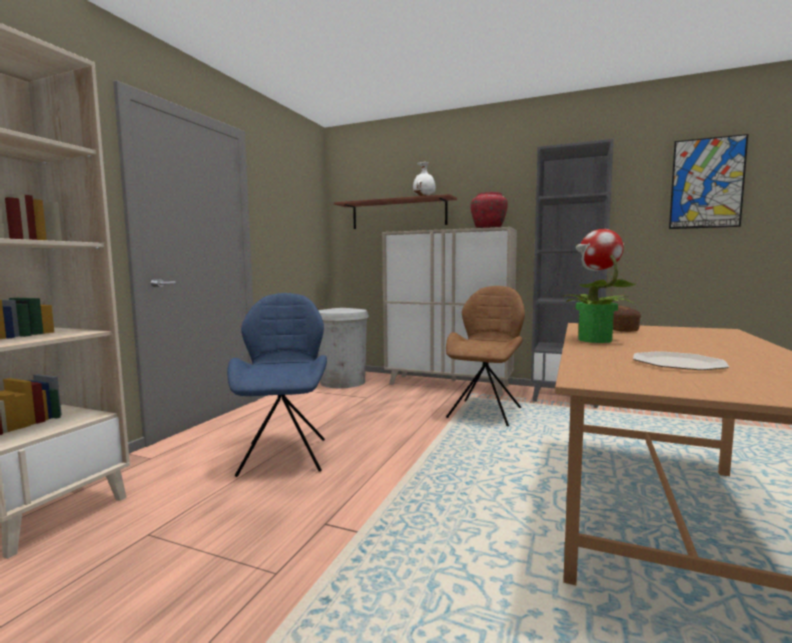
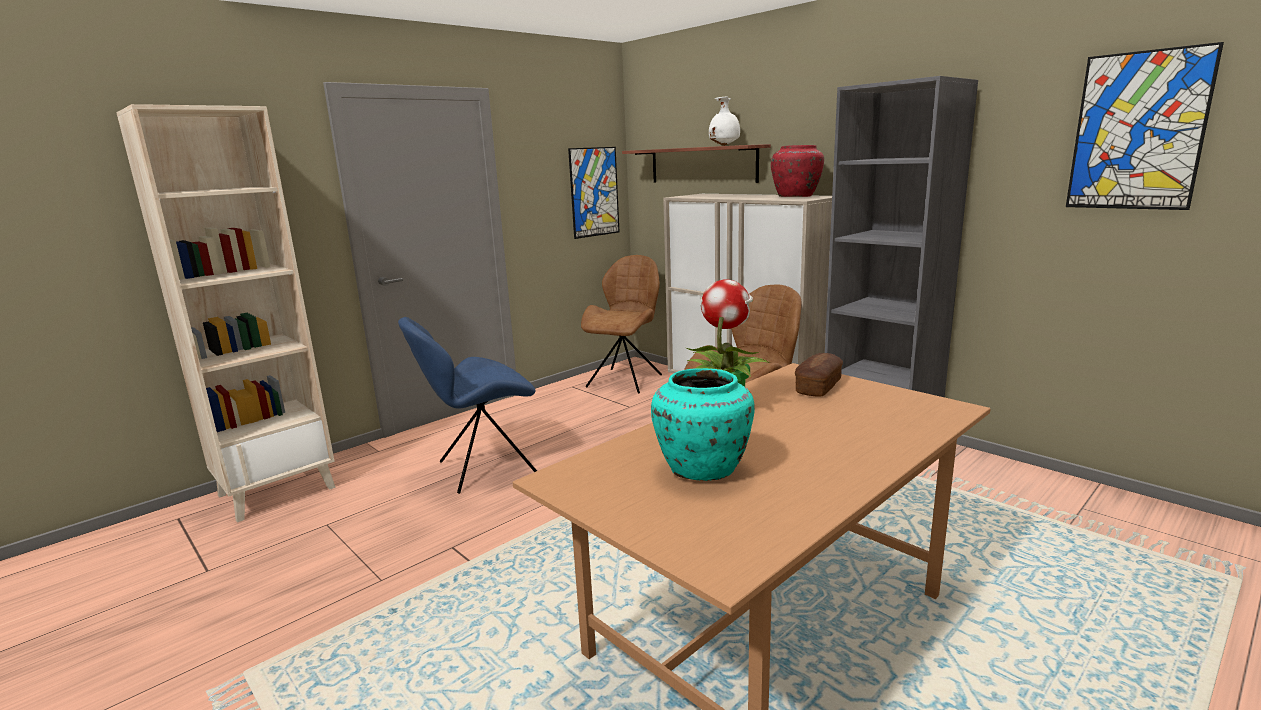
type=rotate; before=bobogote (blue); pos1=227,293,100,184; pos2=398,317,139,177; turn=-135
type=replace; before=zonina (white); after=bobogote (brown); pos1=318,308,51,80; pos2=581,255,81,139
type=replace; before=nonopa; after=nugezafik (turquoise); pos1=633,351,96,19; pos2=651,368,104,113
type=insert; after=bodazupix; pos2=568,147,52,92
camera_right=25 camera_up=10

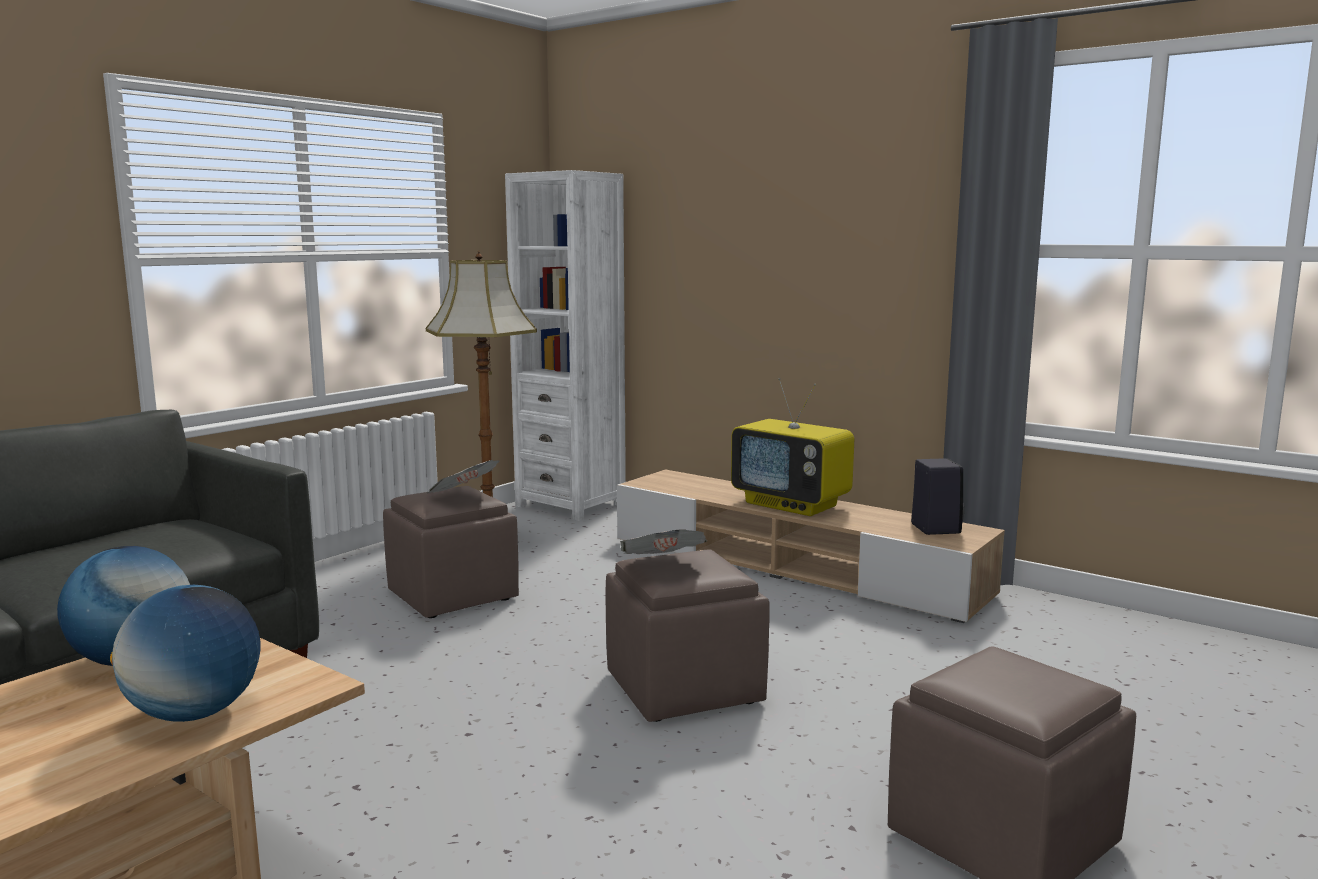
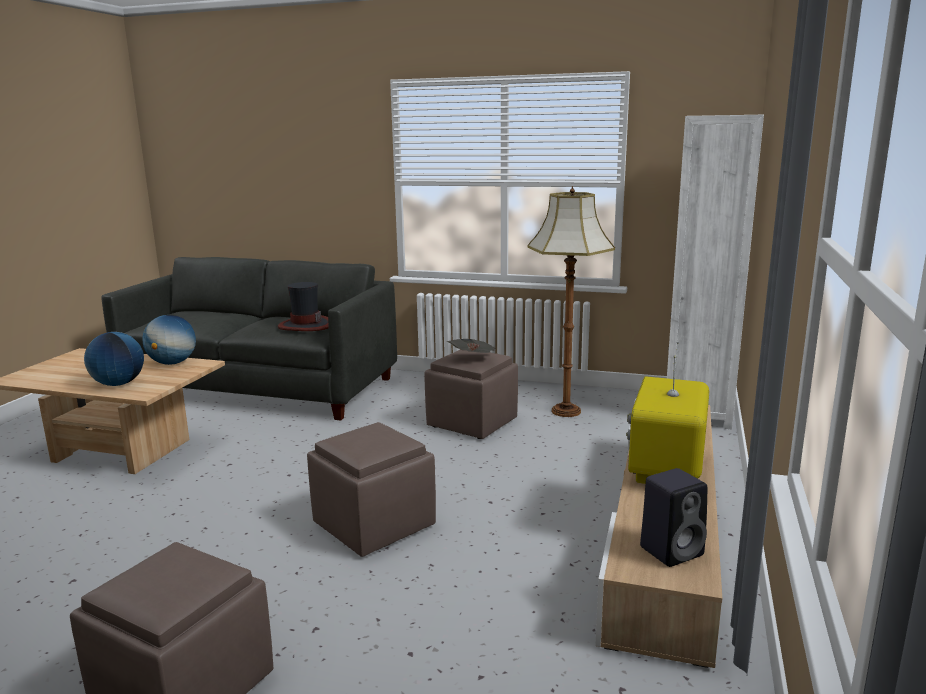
type=delete; before=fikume; pos1=620,529,87,25
type=insert; after=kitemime; pos2=278,282,51,49
camera_right=70 camera_up=5

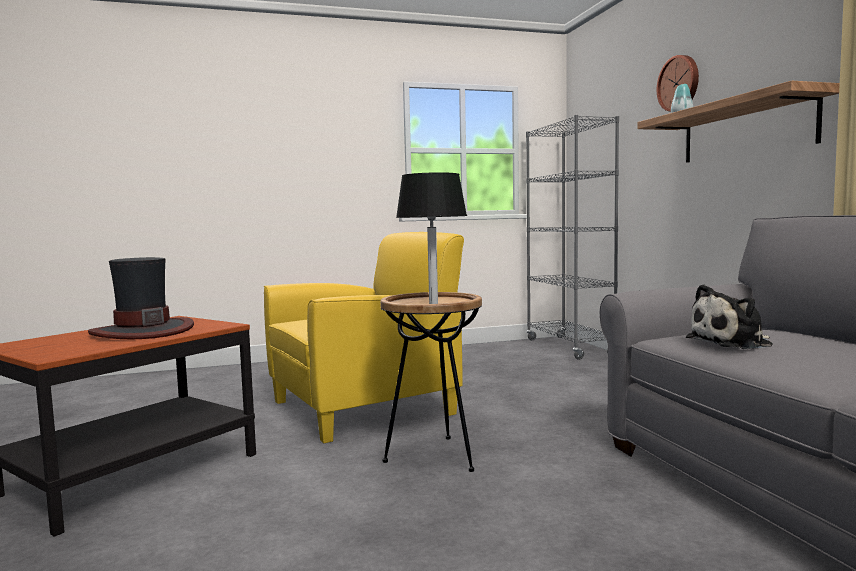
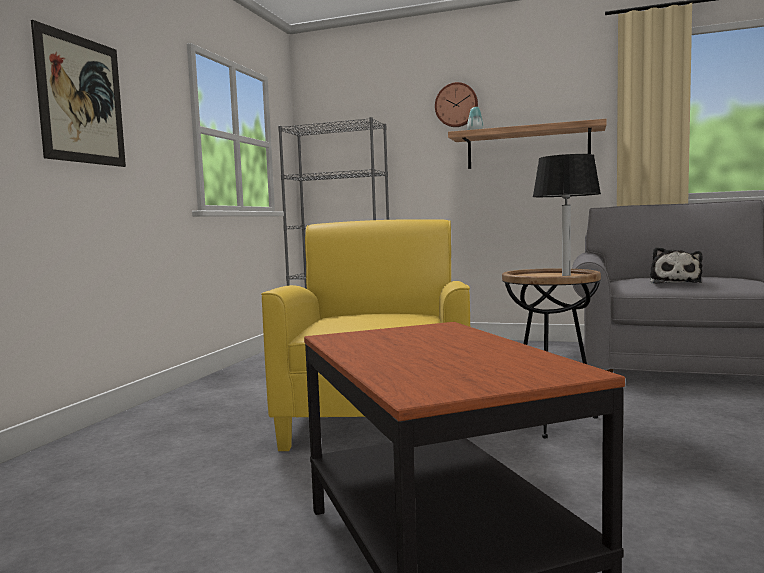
type=delete; before=kitemime; pos1=88,257,106,82
type=insert; after=bodazupix; pos2=31,20,95,147
camera_right=-55 camera_up=0

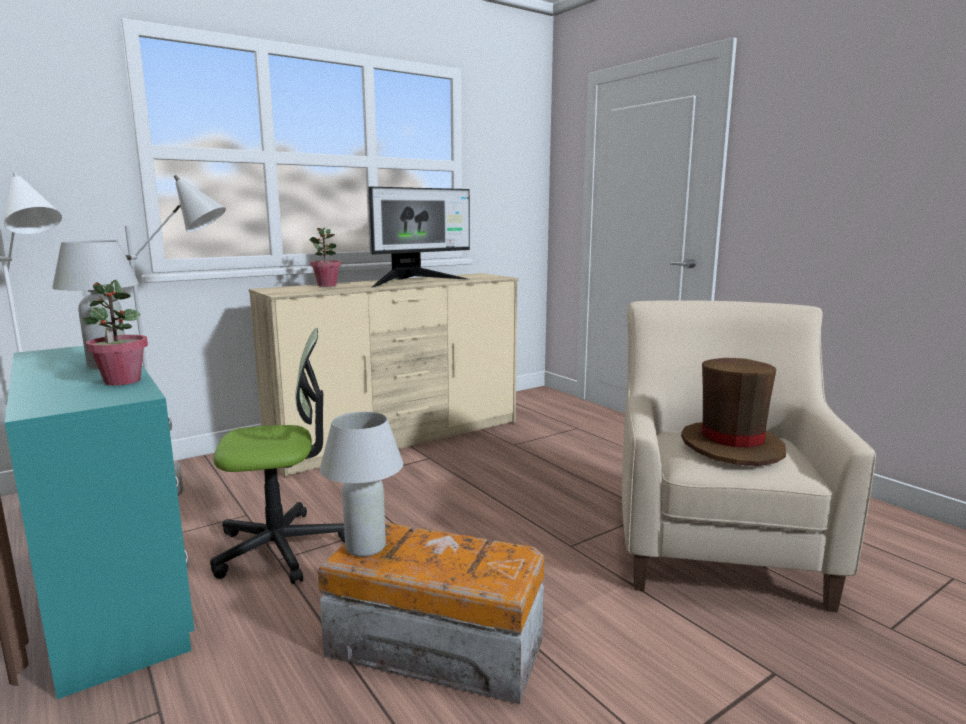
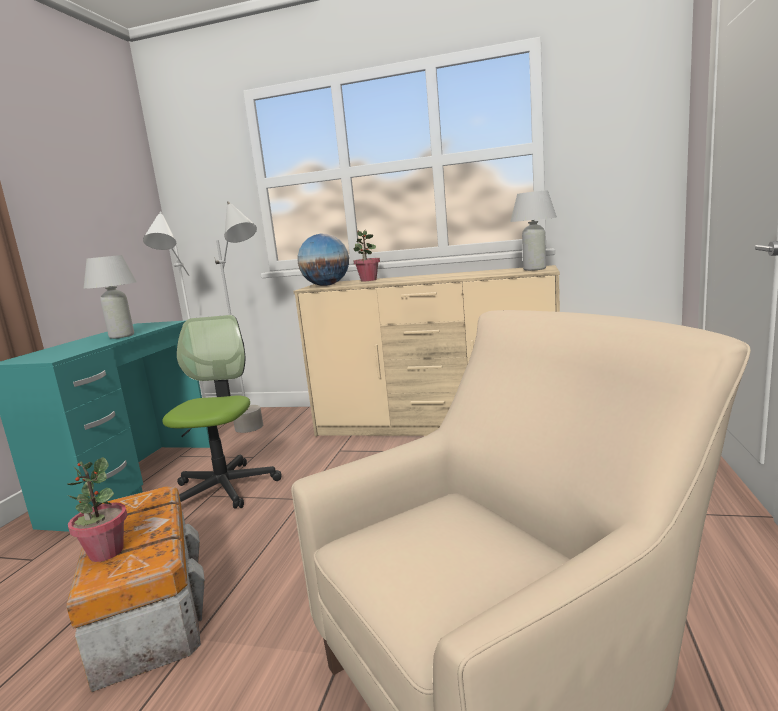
type=delete; before=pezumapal; pos1=368,187,102,101
type=move; before=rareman; pos1=82,280,66,106; pos2=67,457,60,105
type=rotate; before=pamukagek; pos1=210,328,135,256; pos2=162,315,120,194; turn=-120
type=delete; before=kitemime (brown); pos1=681,358,105,108
type=move; before=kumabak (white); pos1=320,412,83,145; pos2=510,191,47,80
type=insert; after=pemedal; pos2=298,234,51,52
camera_right=50 camera_up=0

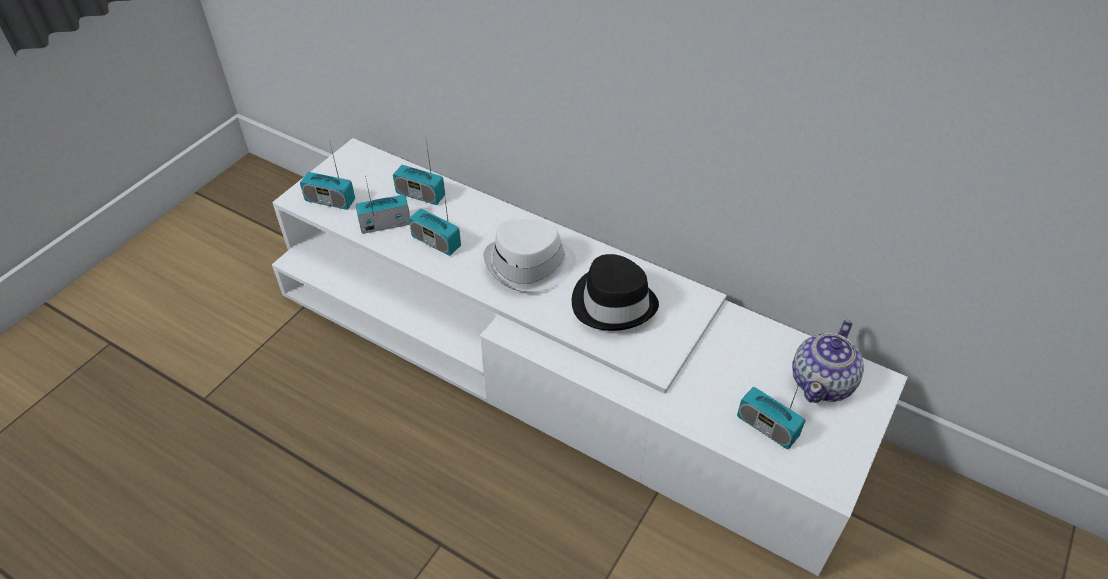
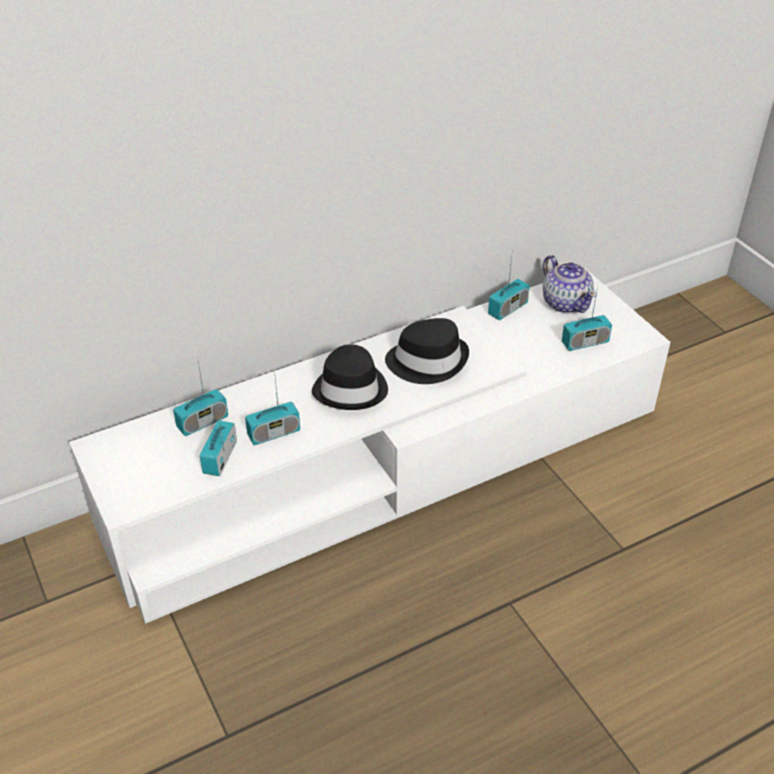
type=move; before=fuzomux; pos1=300,139,55,71; pos2=488,248,42,73
type=recolor; before=kitemime (white); after=kitemime (black); pos1=483,219,93,73; pos2=312,344,76,66
camera_right=-60 camera_up=-5

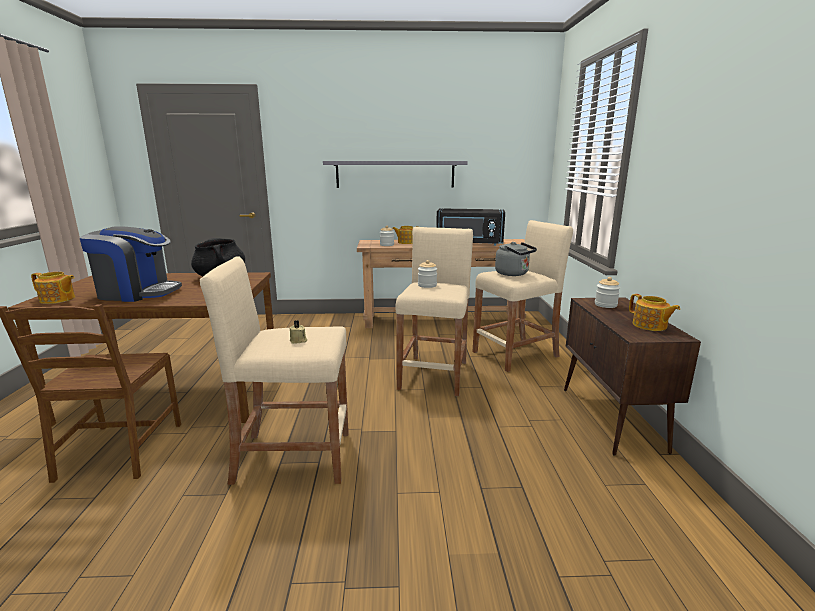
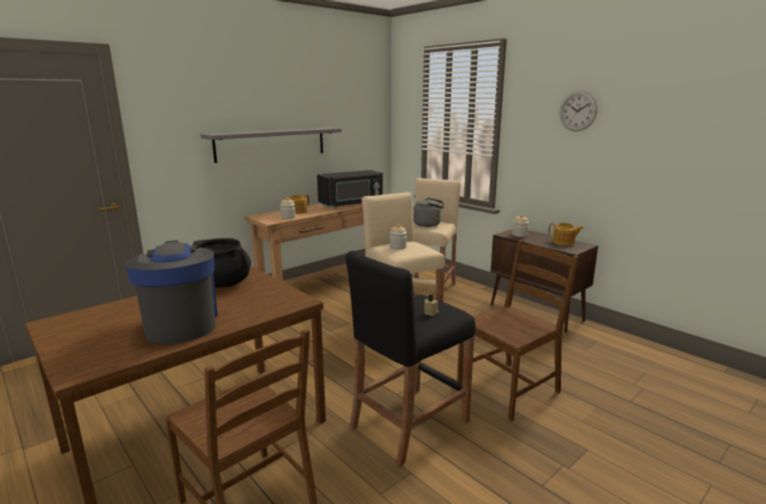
type=rotate; before=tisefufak; pos1=80,226,102,76; pos2=125,240,93,104; turn=-75
type=recolor; before=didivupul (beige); after=didivupul (black); pos1=200,256,149,229; pos2=346,251,129,215
type=delete; before=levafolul; pos1=31,272,44,32
type=insert; after=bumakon; pos2=560,91,37,40
type=insert; after=bobogote (brown); pos2=457,240,122,181
camera_right=-40 camera_up=0

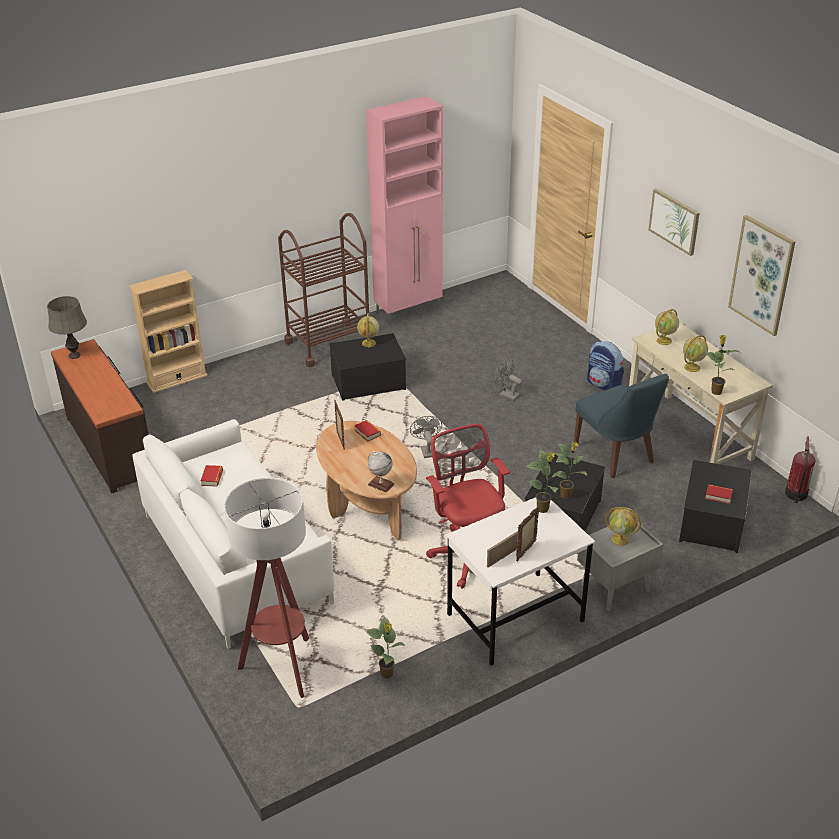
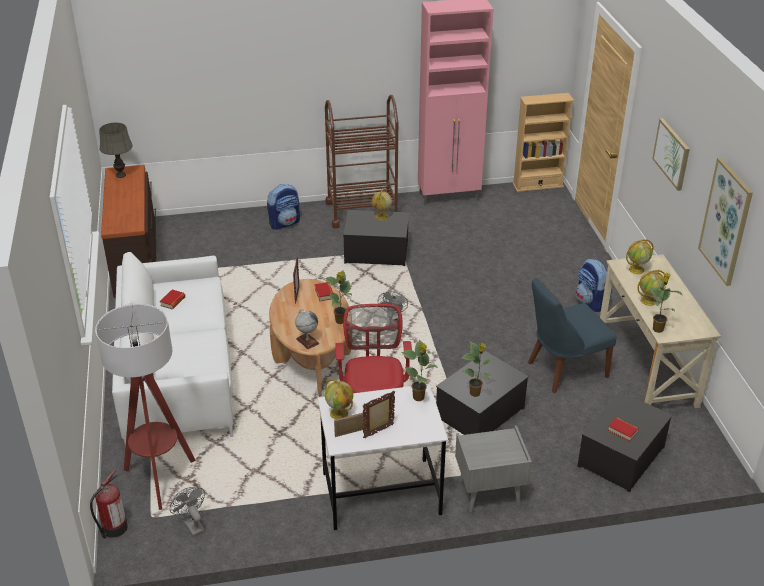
type=move; before=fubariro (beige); pos1=129,270,78,123; pos2=513,93,61,99
type=move; before=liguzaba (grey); pos1=494,360,28,40; pos2=170,487,35,50
type=rotate; before=bobogote (blue); pos1=574,374,95,105; pos2=528,278,89,115; turn=75
type=move; before=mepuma; pos1=785,436,31,67; pos2=90,470,38,69
type=move; before=pemedal; pos1=605,507,36,39; pos2=325,379,28,41
type=move; before=rareman; pos1=365,616,40,63; pos2=325,270,28,54
type=insert; after=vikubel; pos2=267,184,33,46
camera_right=20 camera_up=0

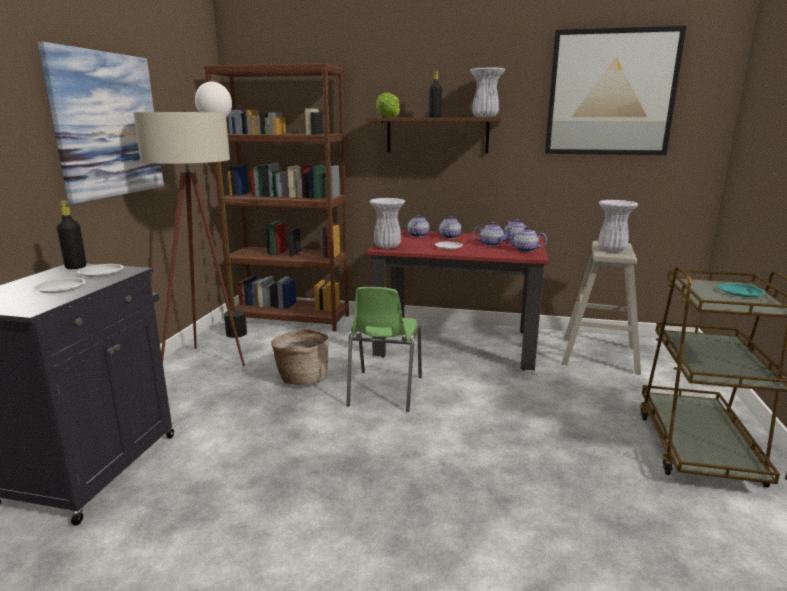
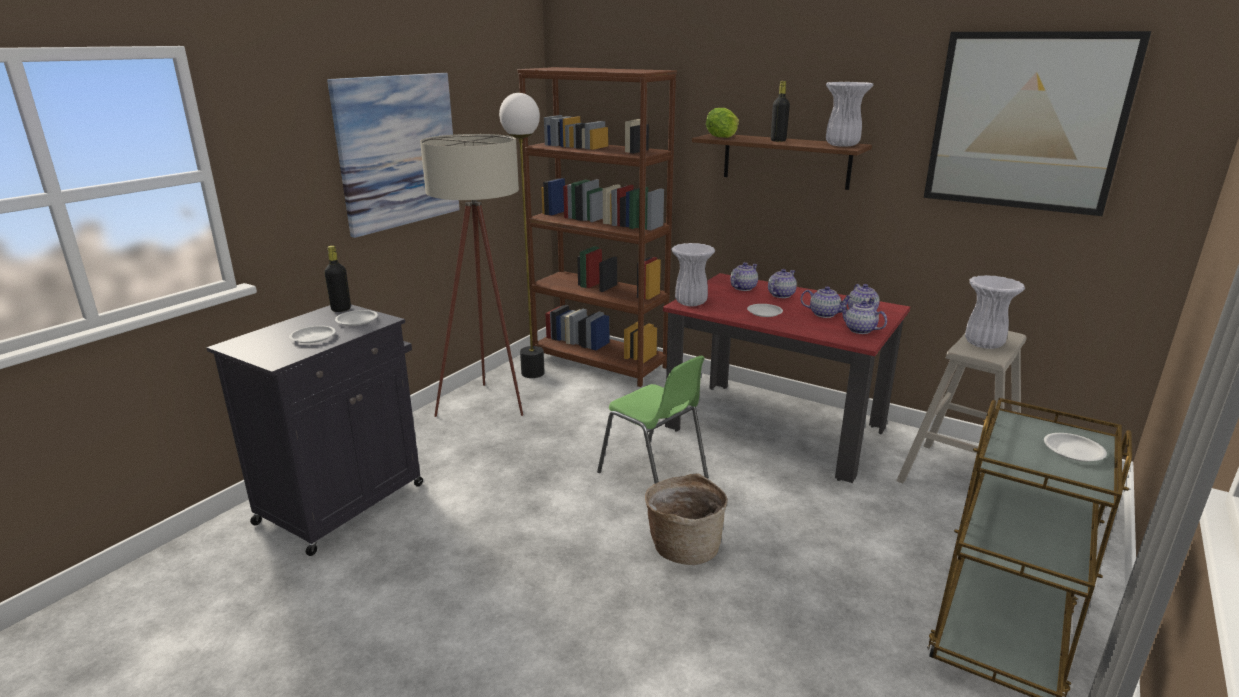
type=recolor; before=nonopa (turquoise); after=nonopa (white); pos1=718,283,47,14; pos2=1044,433,63,29
type=rotate; before=bobogote (green); pos1=346,287,76,125; pos2=597,355,111,128; turn=-75
type=move; before=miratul; pos1=271,328,58,57; pos2=645,473,83,92
camera_right=20 camera_up=5

